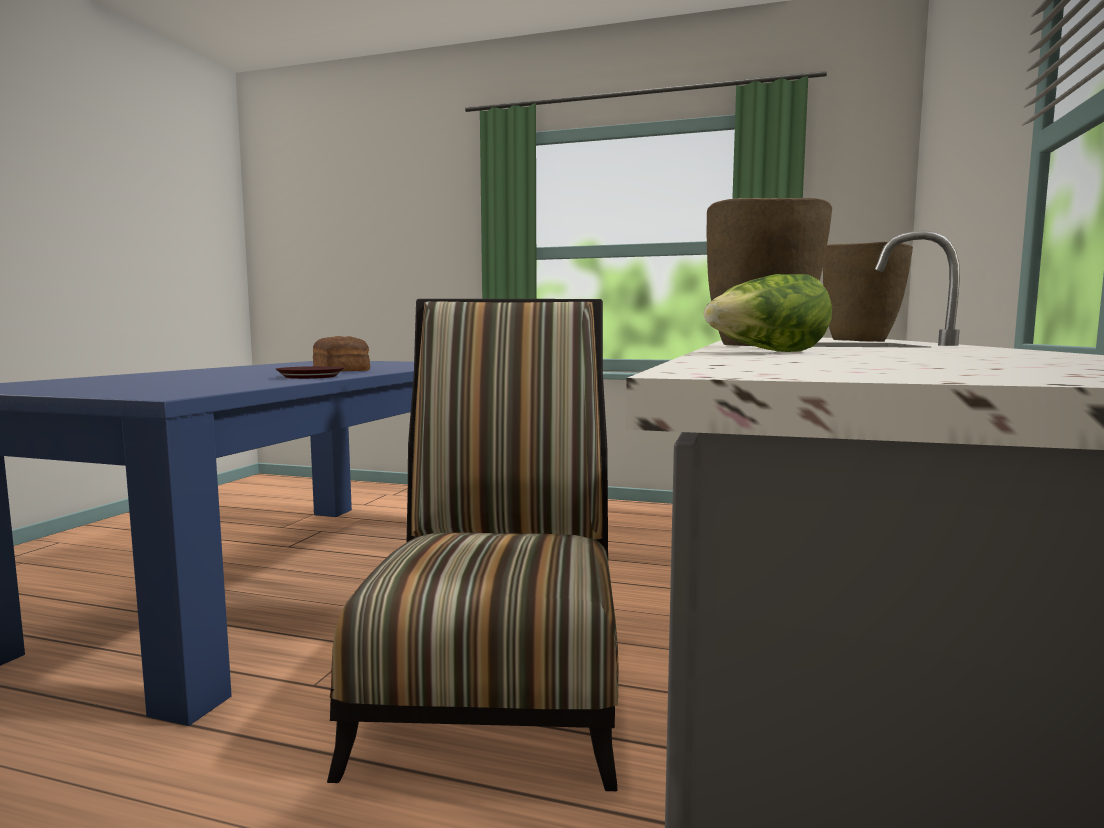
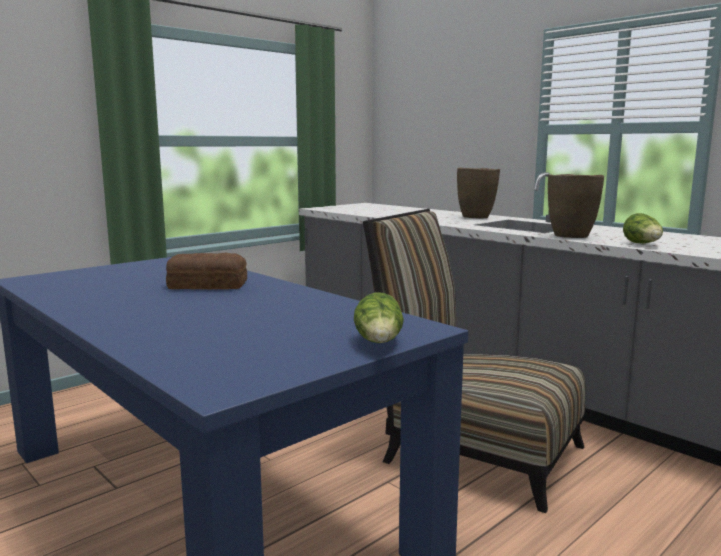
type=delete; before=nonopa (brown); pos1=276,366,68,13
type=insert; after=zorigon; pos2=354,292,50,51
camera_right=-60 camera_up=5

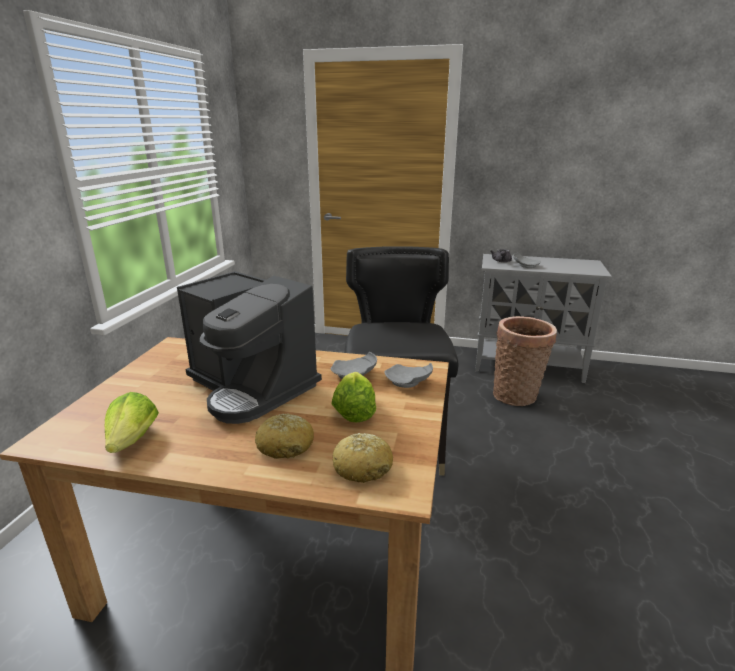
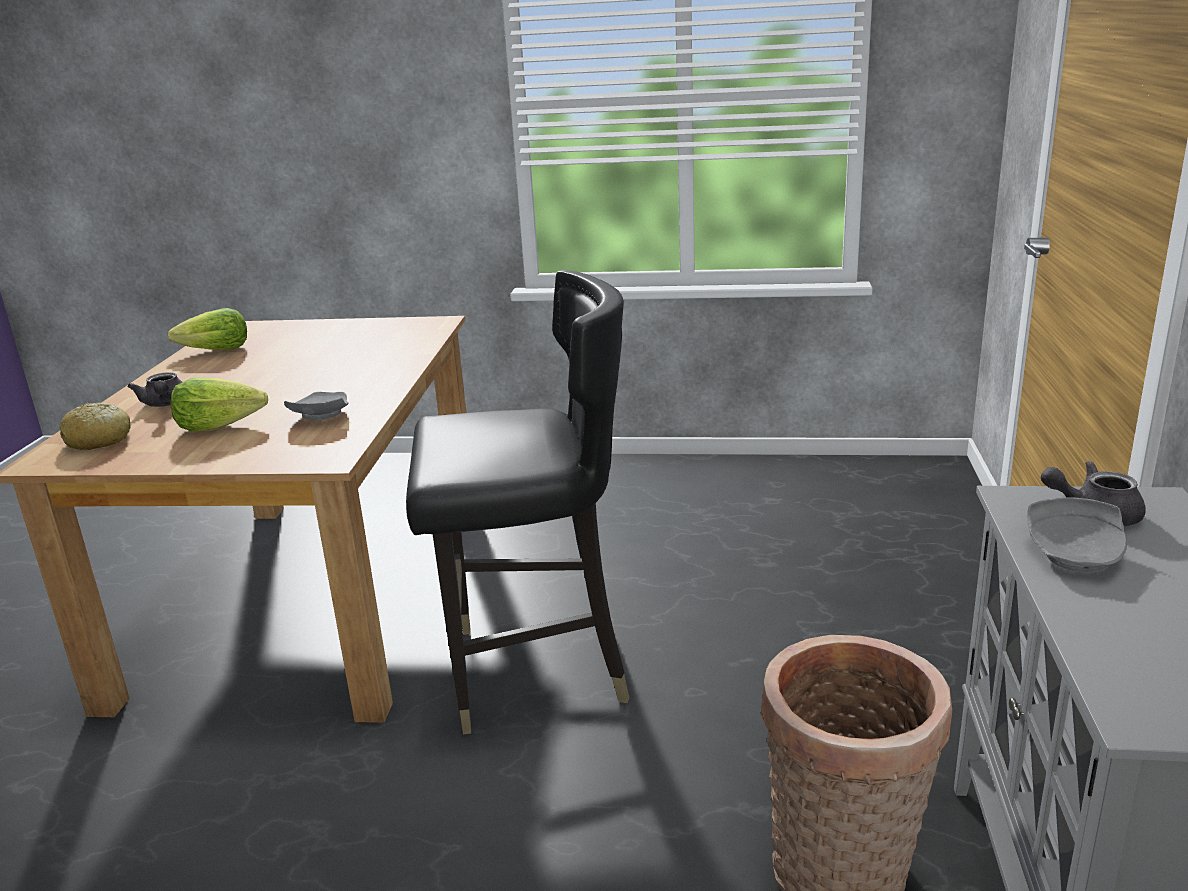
type=delete; before=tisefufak; pos1=177,271,145,153
type=delete; before=nonopa (grey); pos1=384,363,49,25
type=replace; before=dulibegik; after=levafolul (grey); pos1=255,413,59,46; pos2=127,372,55,35
camera_right=85 camera_up=0

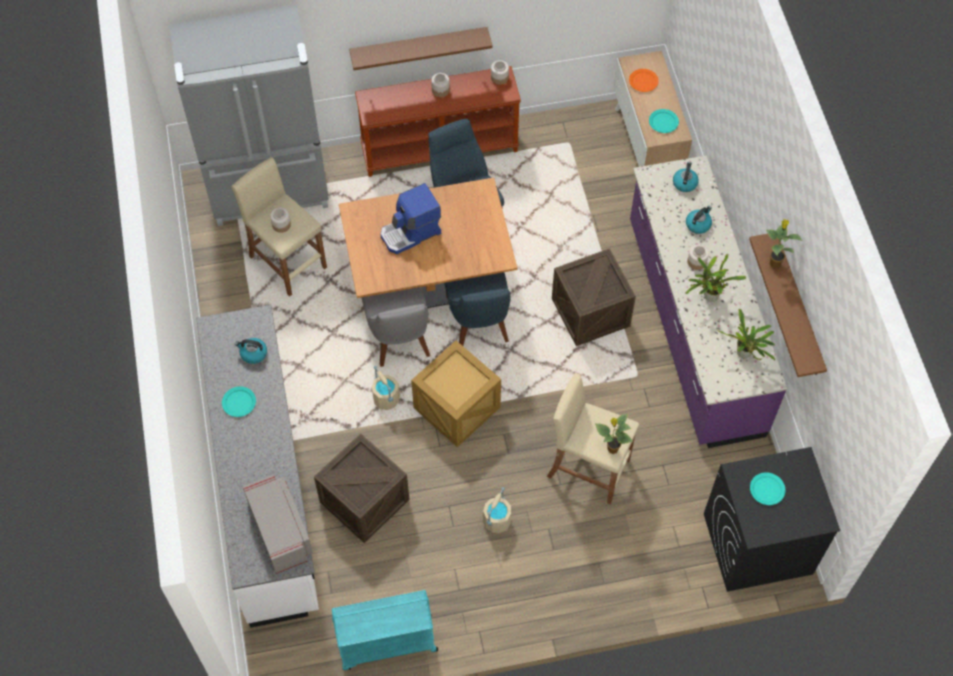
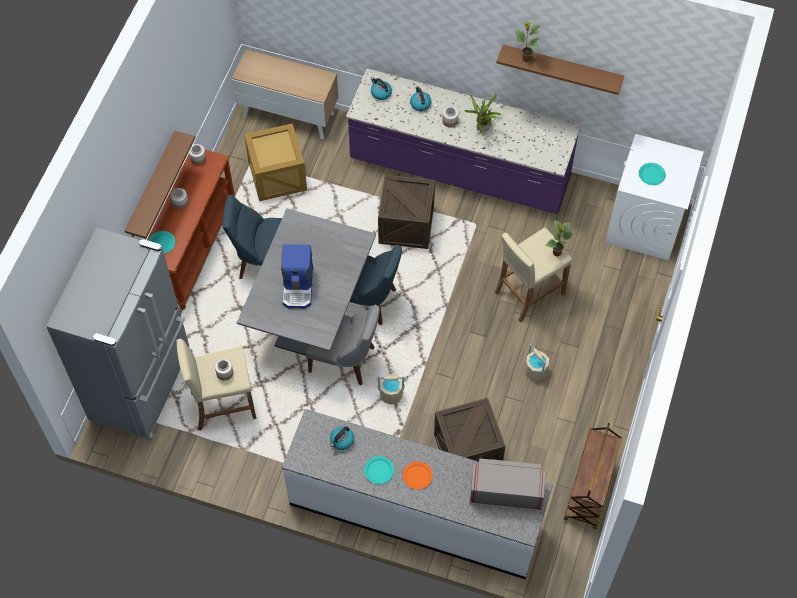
type=move; before=nonopa (orange); pos1=629,69,30,23; pos2=403,461,30,28
type=move; before=nonopa (turquoise); pos1=649,109,30,24; pos2=148,231,27,23
type=recolor; before=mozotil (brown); after=mozotil (grey); pos1=339,177,178,131; pos2=237,208,139,148
type=delete; before=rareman; pos1=717,309,58,51
type=move; before=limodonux; pos1=411,341,90,106; pos2=244,123,63,78
type=recolor; before=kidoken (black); after=kidoken (white); pos1=704,447,137,145; pos2=605,134,98,127
type=recolor; before=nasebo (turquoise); after=nasebo (brown); pos1=332,590,106,80; pos2=564,423,58,106
camera_right=-60 camera_up=0

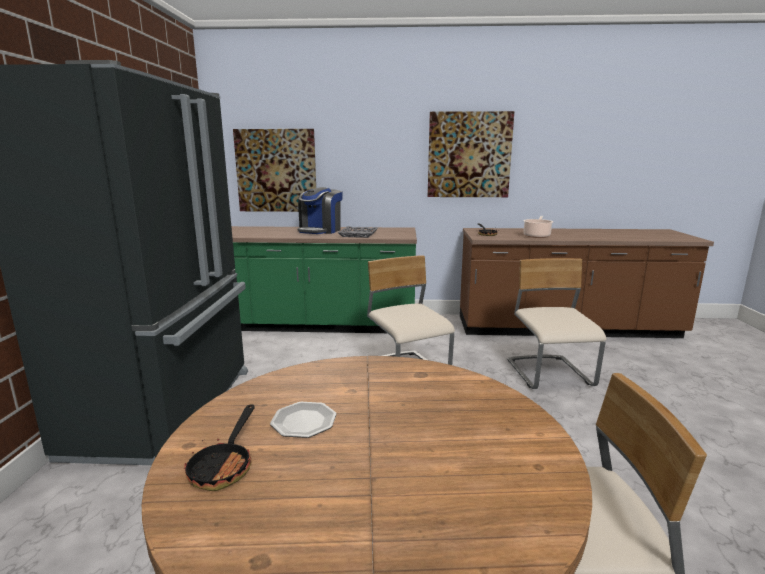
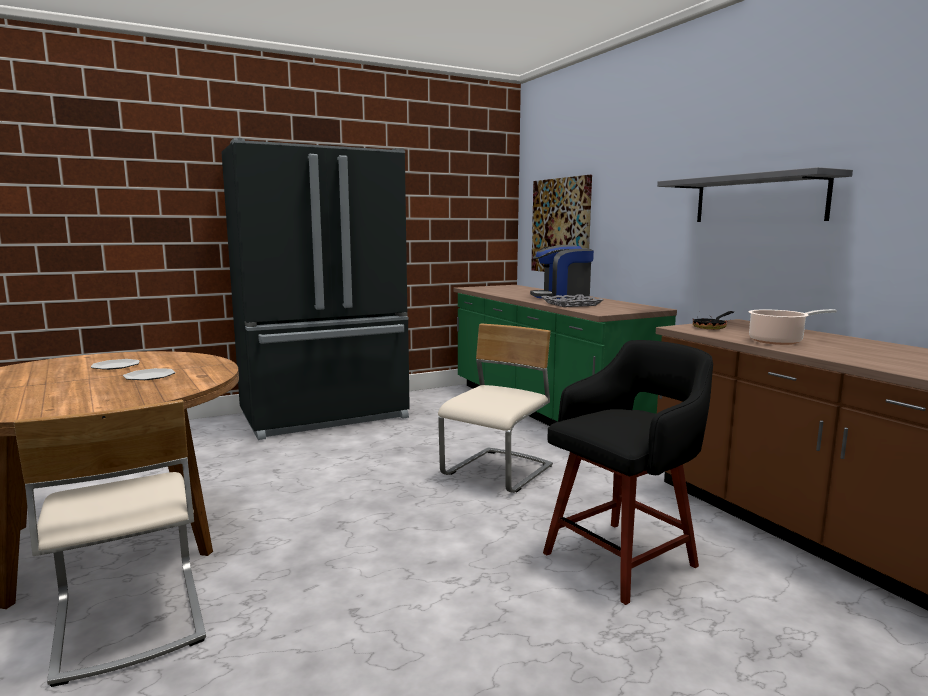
type=replace; before=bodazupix; after=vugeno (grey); pos1=428,111,86,86; pos2=657,167,196,55
type=replace; before=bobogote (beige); after=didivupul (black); pos1=507,258,99,131; pos2=543,340,170,265
type=delete; before=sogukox; pos1=184,404,71,87
type=insert; after=nonopa; pos2=123,368,53,12
camera_right=60 camera_up=-5

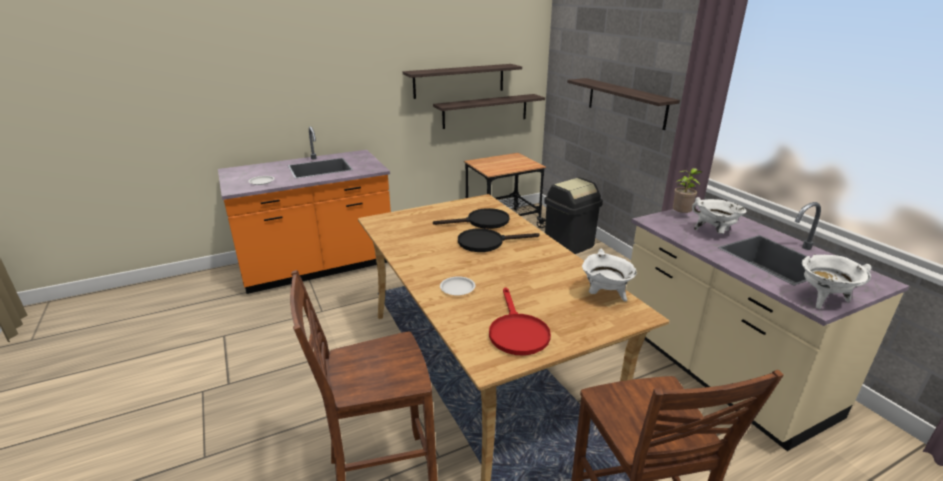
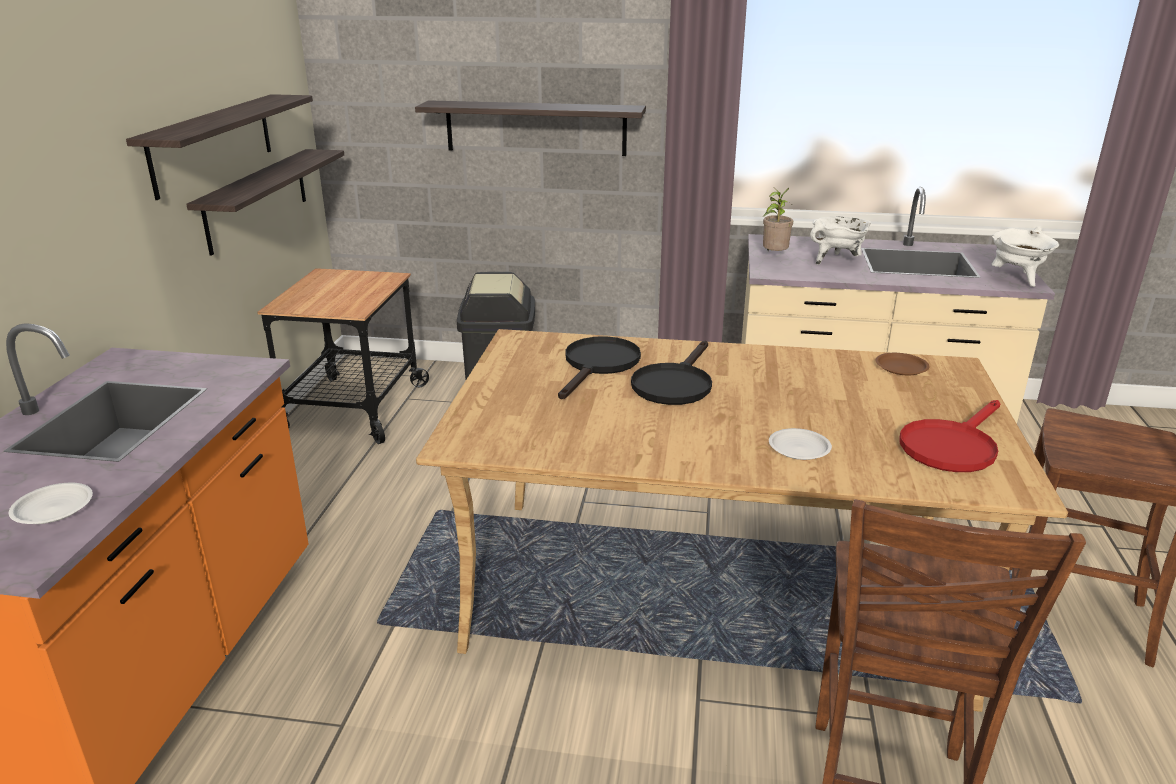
type=replace; before=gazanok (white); after=nonopa (brown); pos1=582,248,55,53; pos2=875,353,55,22
type=rotate; before=sogukox (red); pos1=489,287,62,68; pos2=899,400,101,72; turn=105
camera_right=-55 camera_up=0

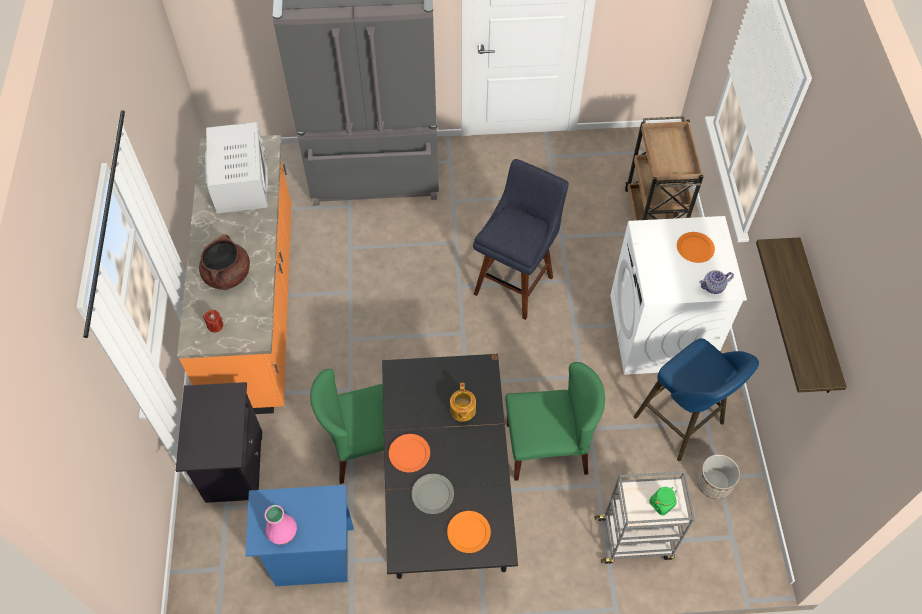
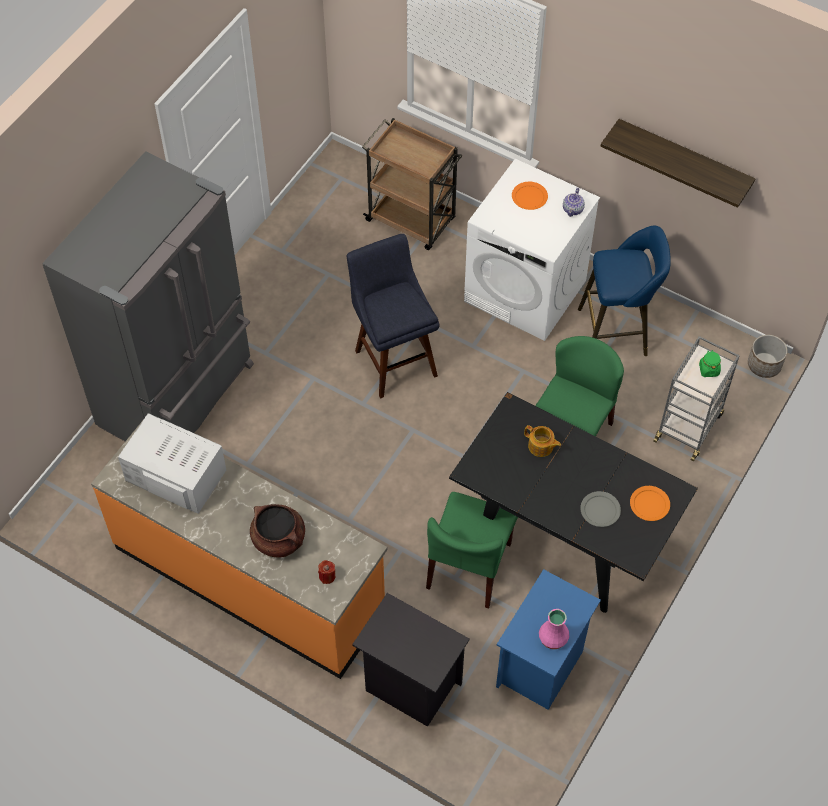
type=delete; before=nonopa (orange); pos1=389,434,41,38
type=move; before=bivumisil; pos1=697,454,43,46; pos2=748,335,39,43
camera_right=-55 camera_up=0

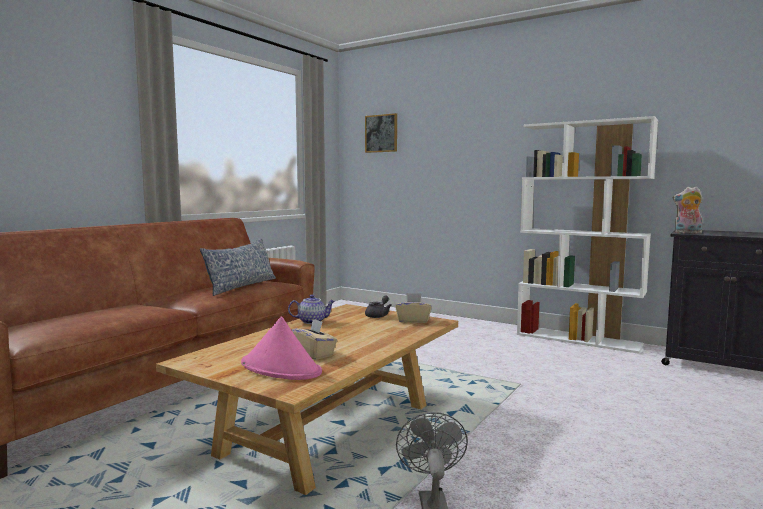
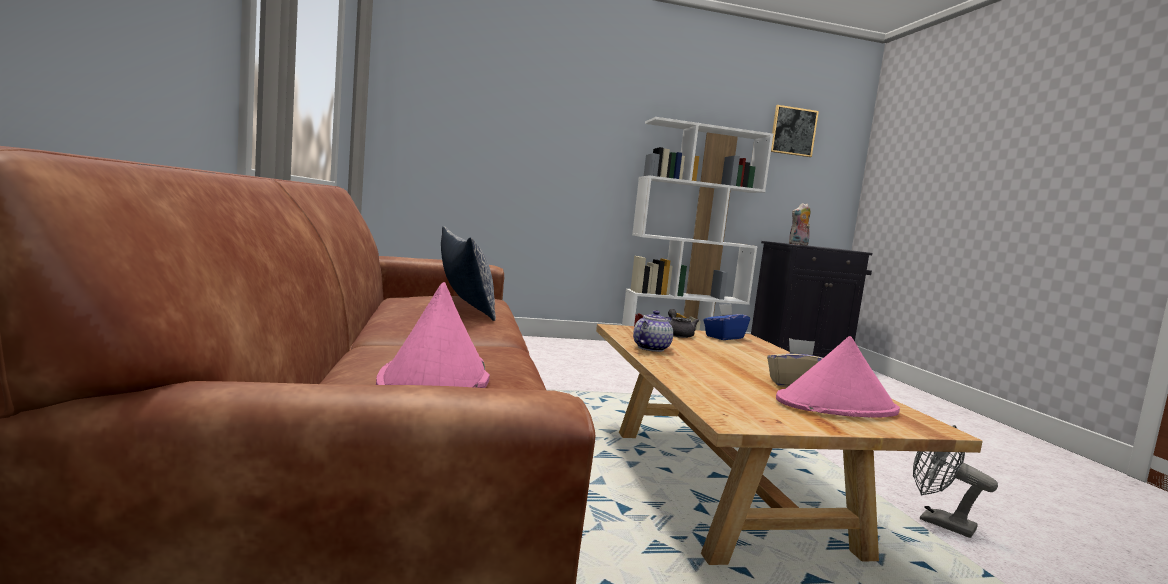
type=move; before=bodazupix; pos1=365,113,32,40; pos2=771,105,48,52
type=recolor; before=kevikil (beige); after=kevikil (blue); pos1=395,293,36,30; pos2=704,304,46,36
type=insert; after=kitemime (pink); pos2=376,282,114,106
camera_right=-45 camera_up=0

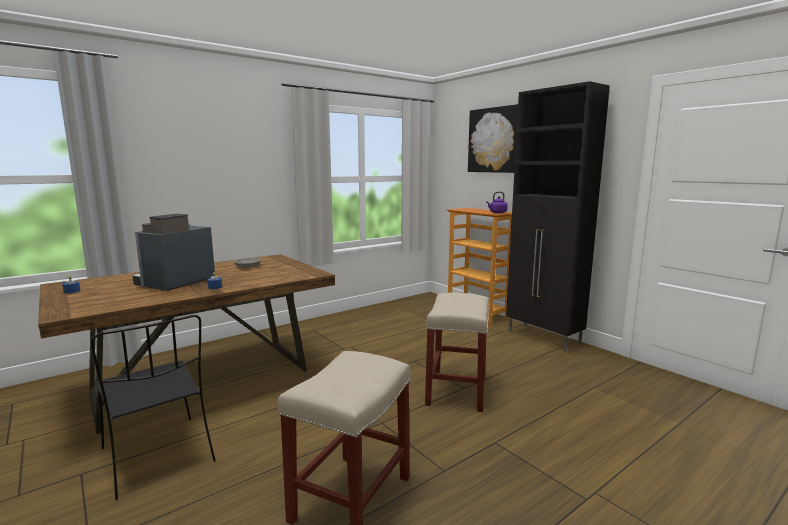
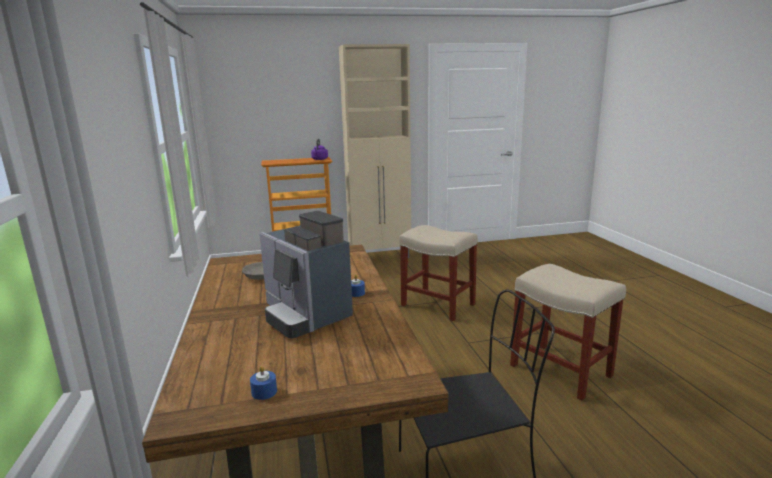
type=recolor; before=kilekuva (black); after=kilekuva (beige); pos1=506,81,104,270; pos2=339,44,72,214
type=delete; before=bodazupix; pos1=468,104,50,69
camera_right=-65 camera_up=5

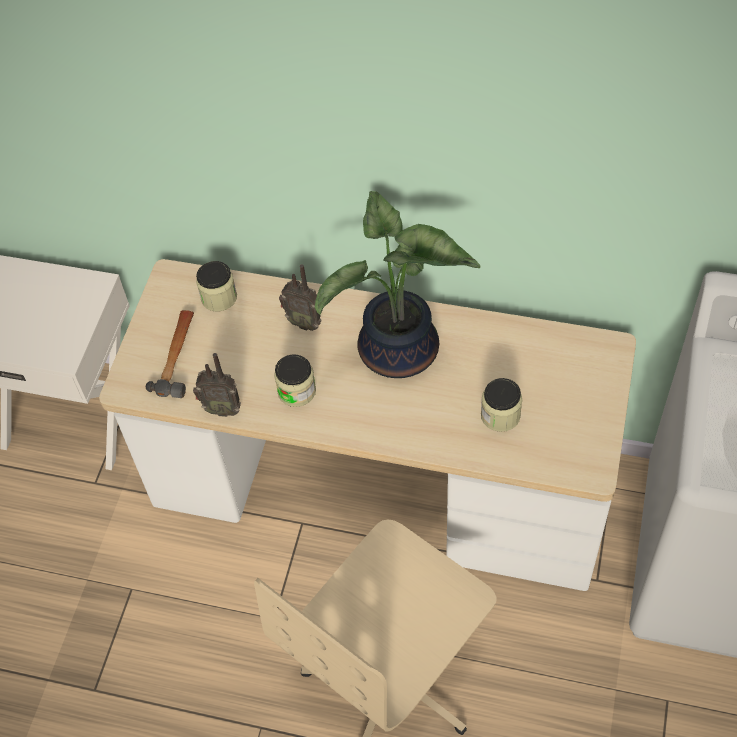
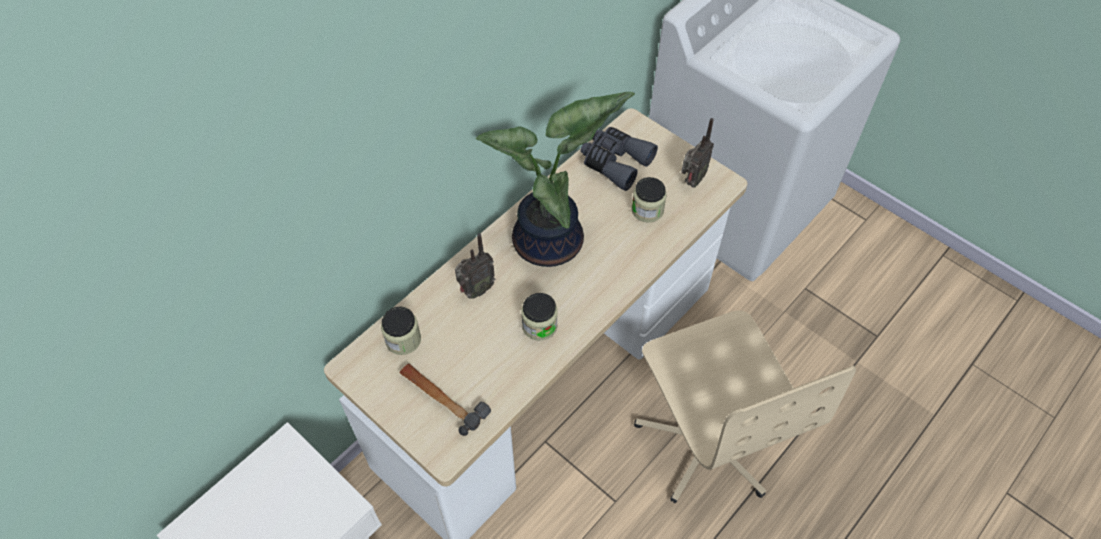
type=move; before=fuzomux; pos1=193,353,48,64; pos2=681,118,33,69
type=insert; after=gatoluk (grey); pos2=580,127,78,64
camera_right=-65 camera_up=0

